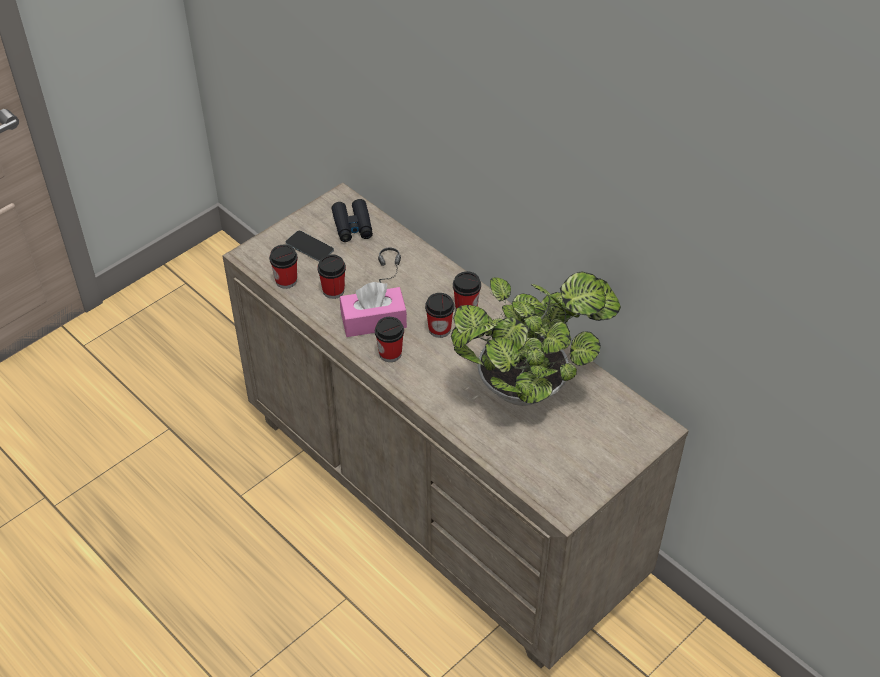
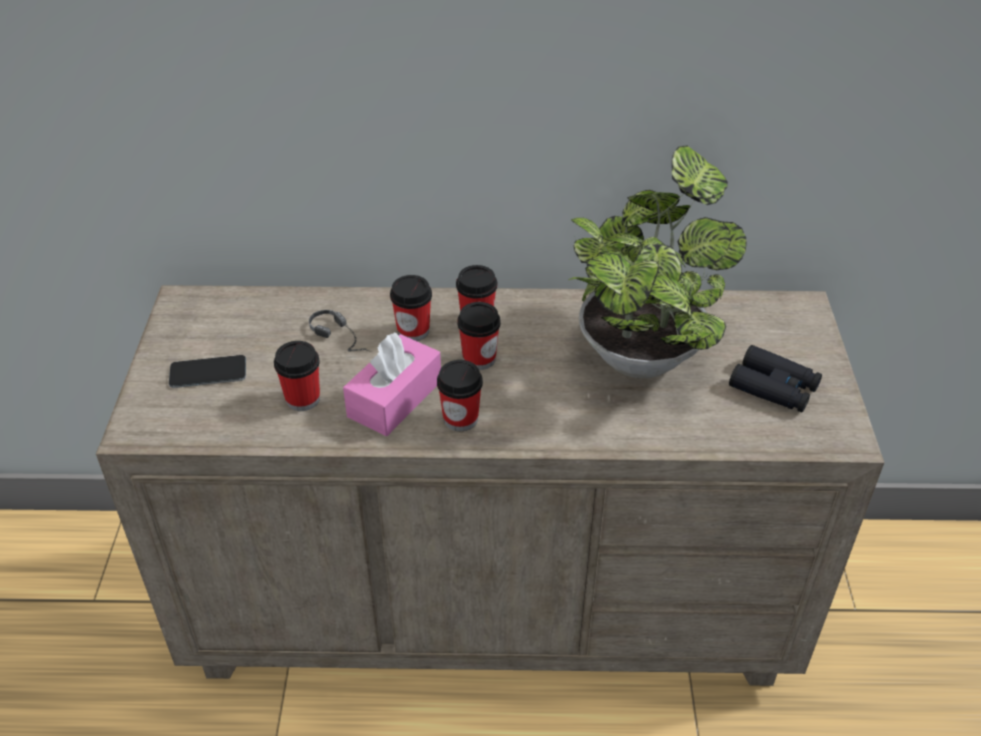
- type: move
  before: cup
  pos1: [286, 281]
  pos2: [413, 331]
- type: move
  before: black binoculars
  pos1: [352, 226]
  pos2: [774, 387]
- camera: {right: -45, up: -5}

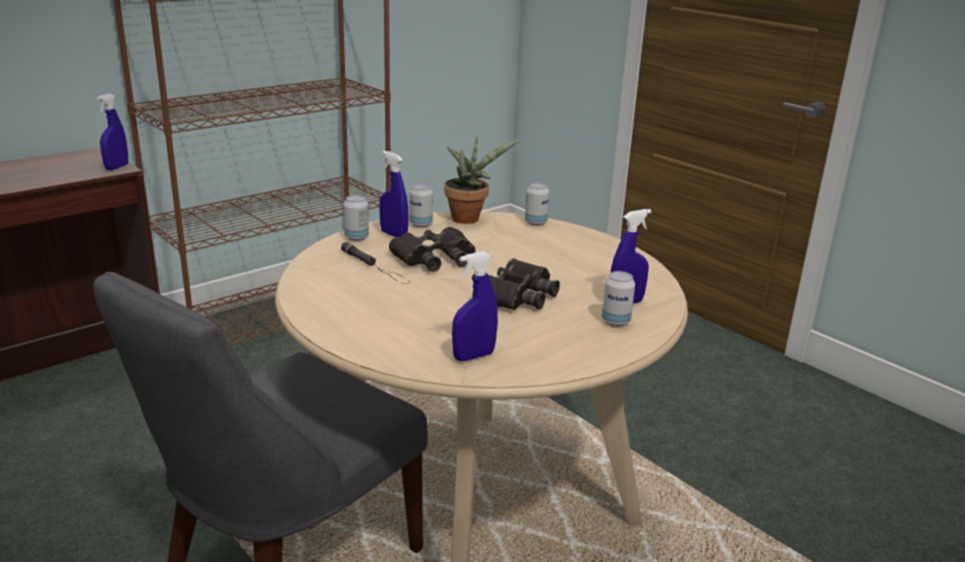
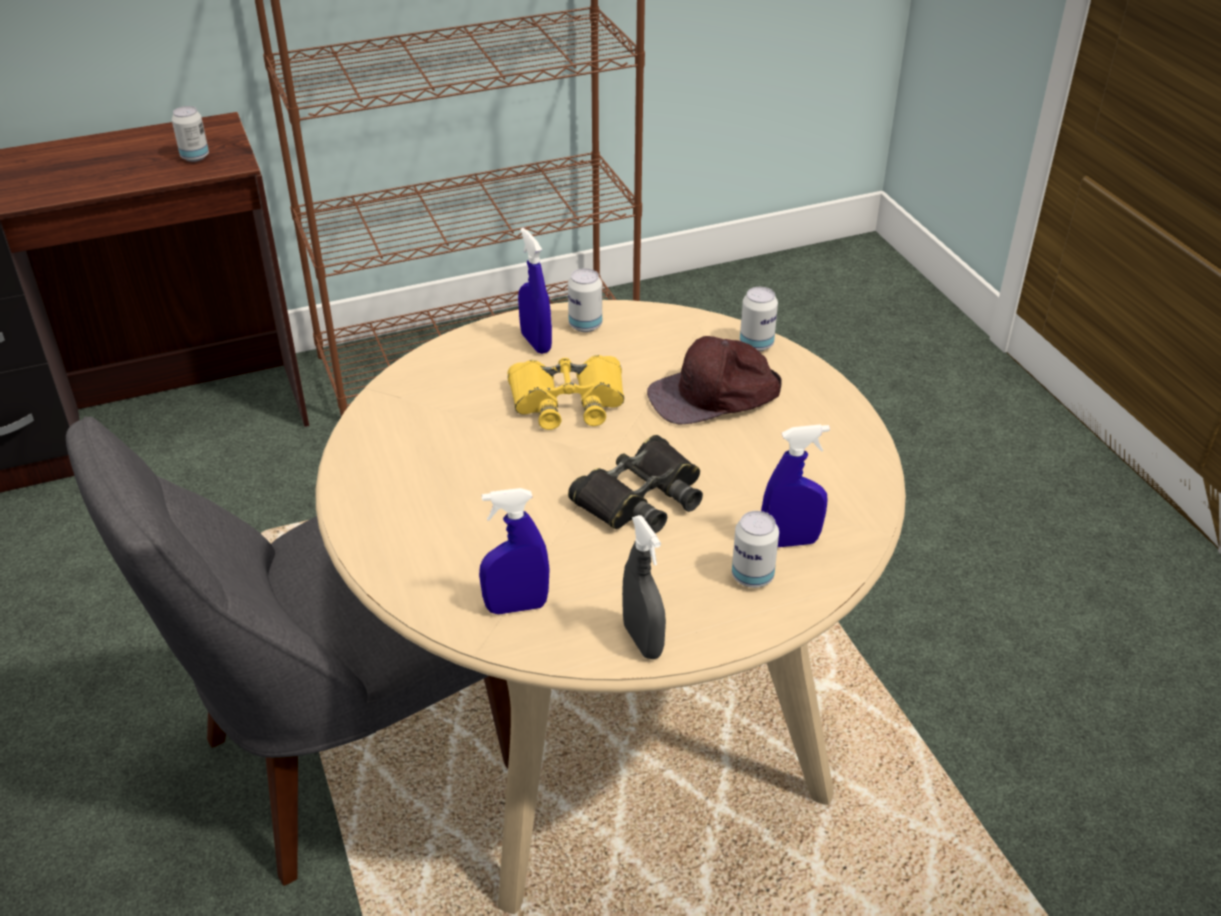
- type: delete
  before: blue spray bottle
  pos1: [117, 167]
- type: delete
  before: black flashlight
  pos1: [375, 266]
- type: move
  before: can
  pos1: [356, 237]
  pos2: [195, 157]
- type: recolor
  before: black binoculars
  after: yellow binoculars
  pos1: [435, 258]
  pos2: [567, 401]
- type: delete
  before: potted plant
  pos1: [469, 218]
- type: insert
  after: grey spray bottle
  pos2: [642, 640]
- type: insert
  after: brown cap
  pos2: [714, 396]
- camera: {right: 20, up: 15}

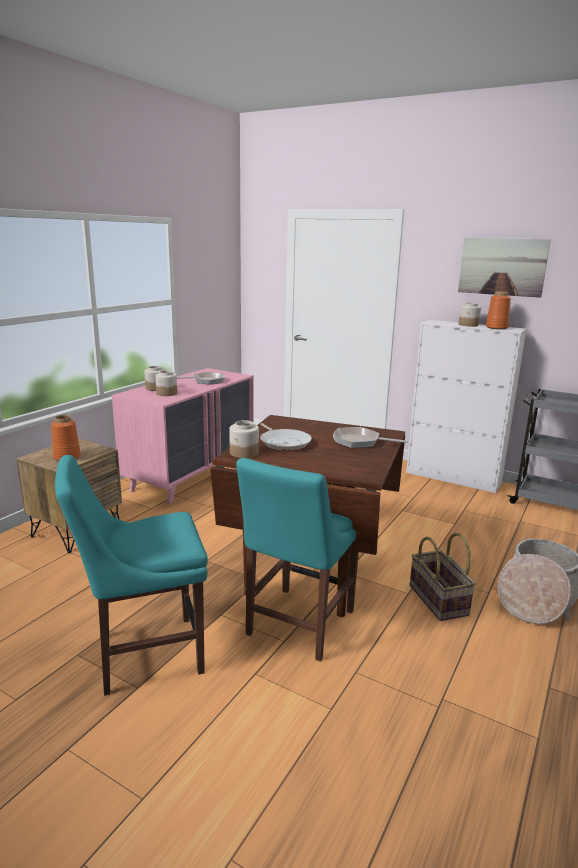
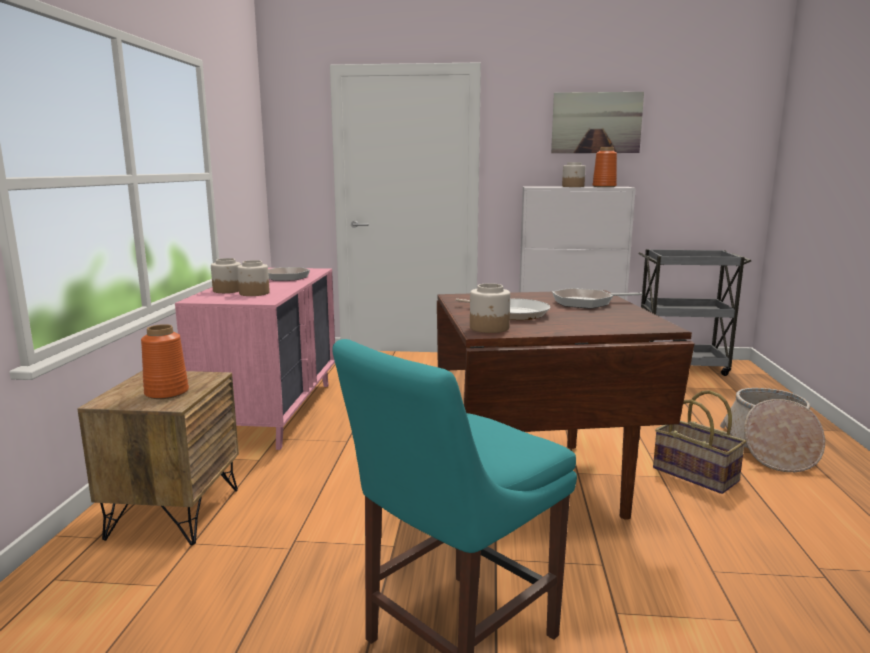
- type: delete
  before: turquoise chair
  pos1: [297, 625]
- camera: {right: -25, up: -5}

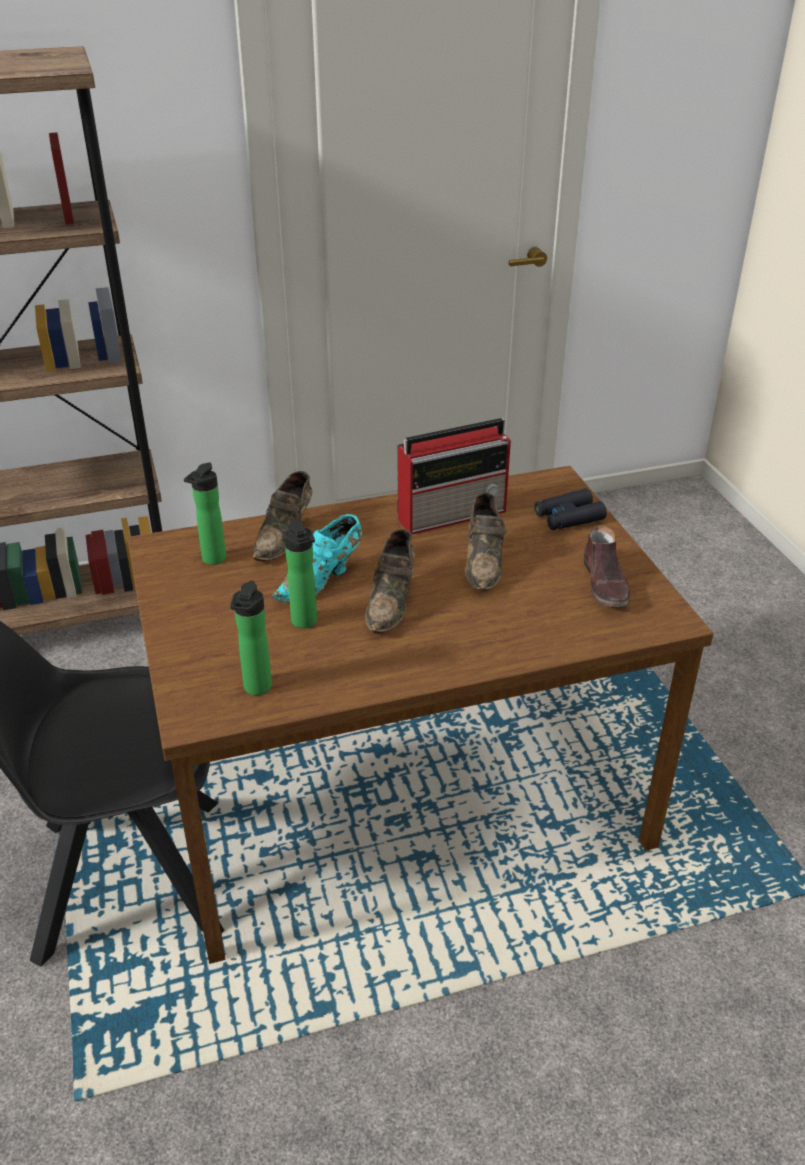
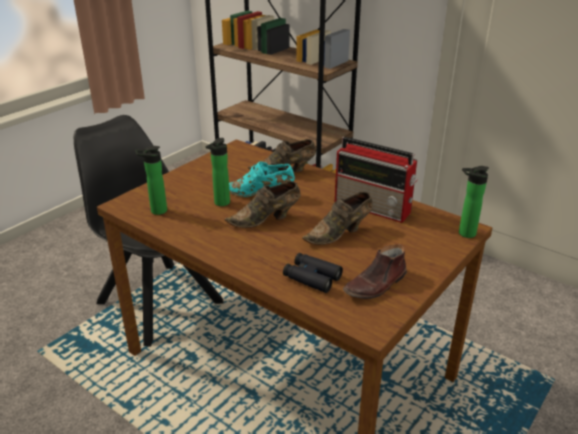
- type: move
  before: bottle
  pos1: [212, 560]
  pos2: [464, 233]
- type: move
  before: black binoculars
  pos1: [568, 517]
  pos2: [312, 277]
- camera: {right: 55, up: -5}

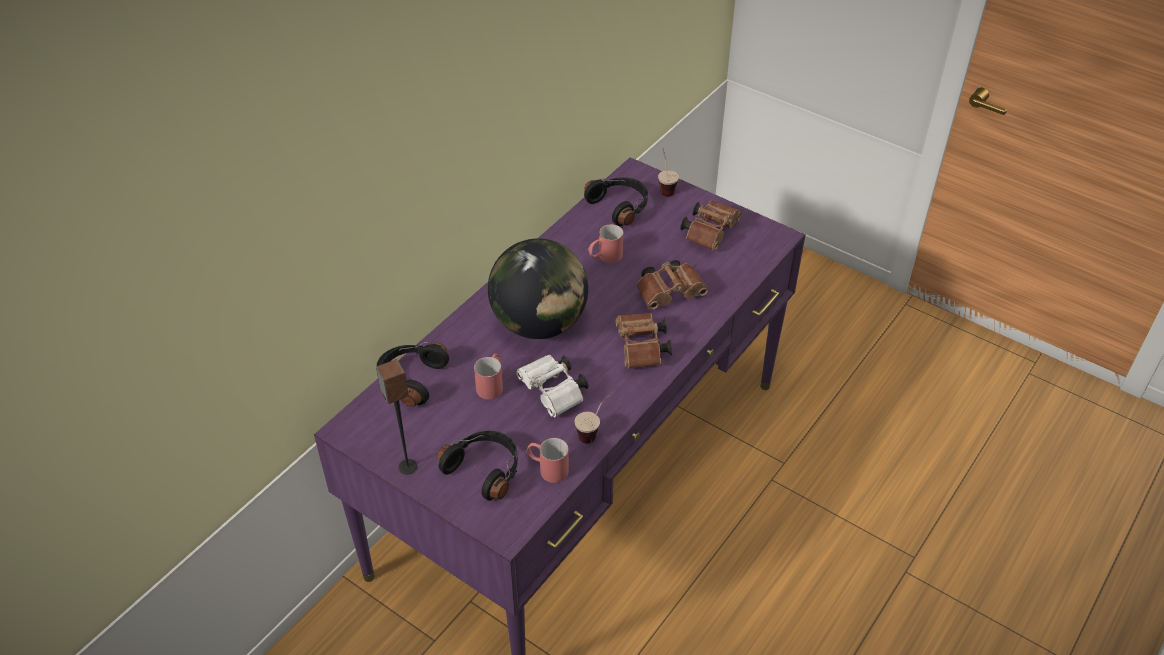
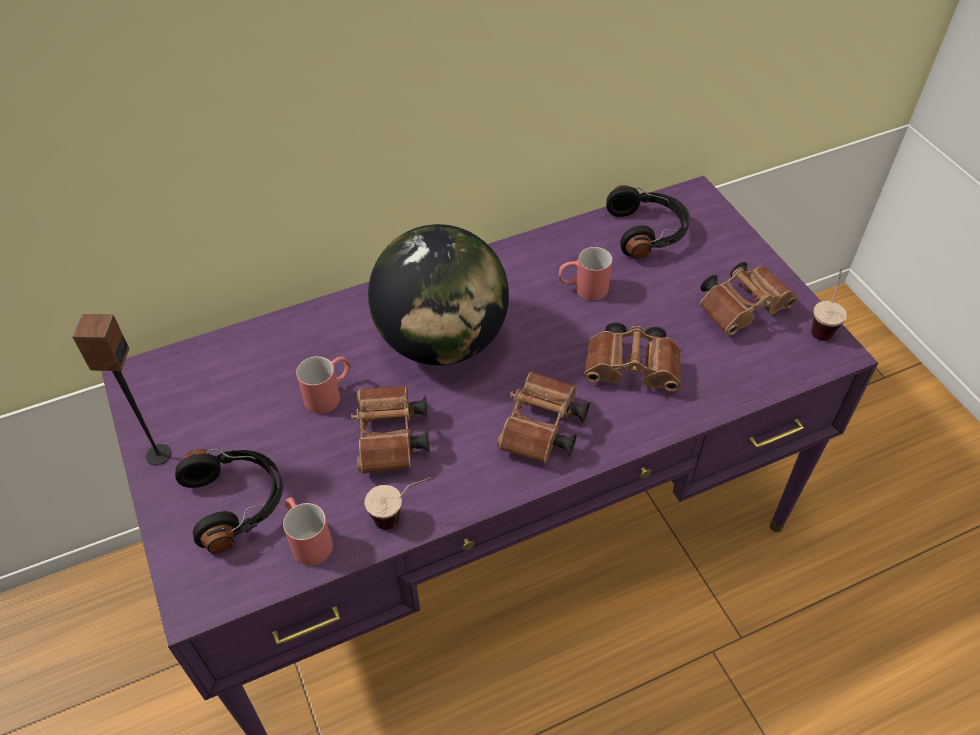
- type: delete
  before: black headphones
  pos1: [410, 379]
- type: recolor
  before: white binoculars
  after: brown binoculars
  pos1: [554, 393]
  pos2: [391, 440]
- type: move
  before: cup
  pos1: [665, 187]
  pos2: [823, 324]
- camera: {right: 30, up: 5}

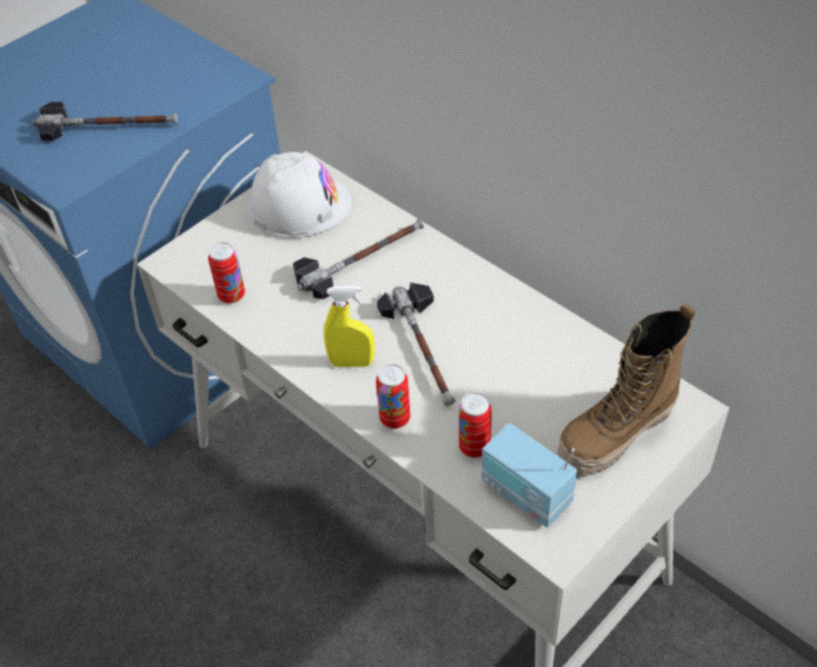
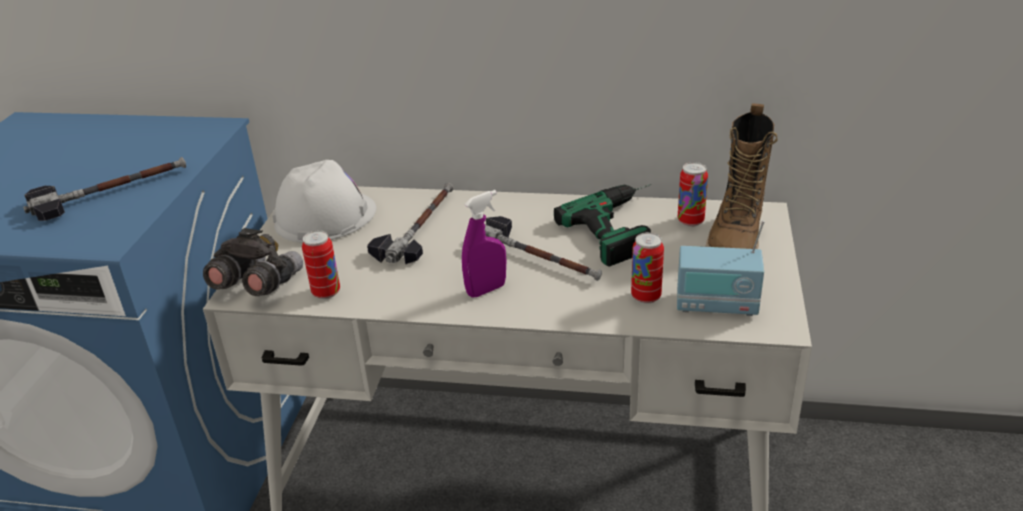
- type: recolor
  before: yellow spray bottle
  after: purple spray bottle
  pos1: [352, 362]
  pos2: [486, 290]
- type: move
  before: can
  pos1: [395, 418]
  pos2: [690, 221]
- type: insert
  after: grey binoculars
  pos2: [257, 286]
- type: insert
  after: power drill
  pos2: [625, 226]
- camera: {right: -35, up: -15}

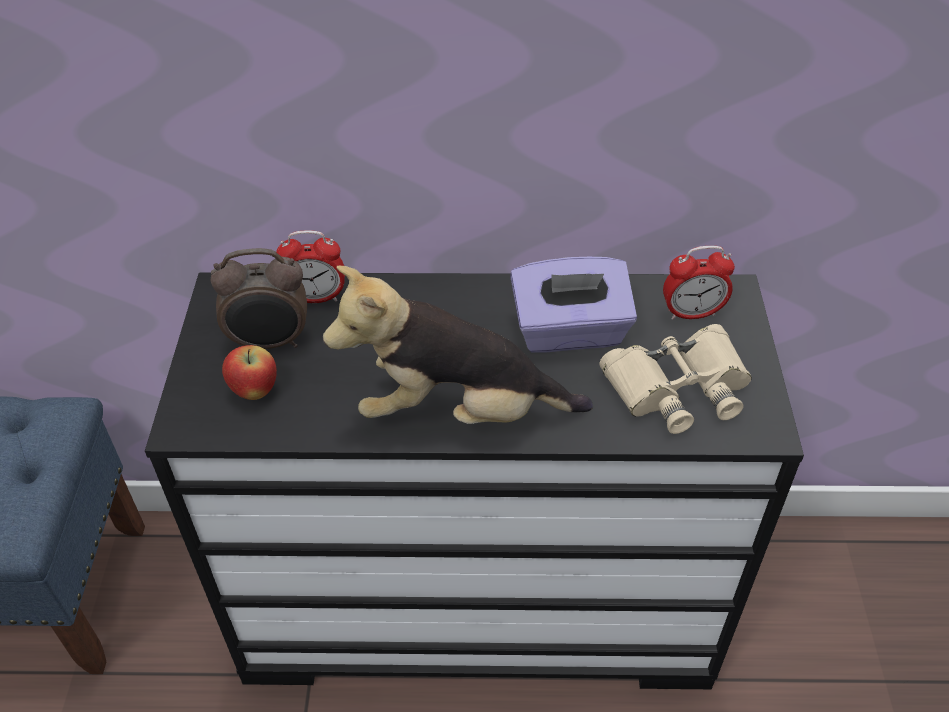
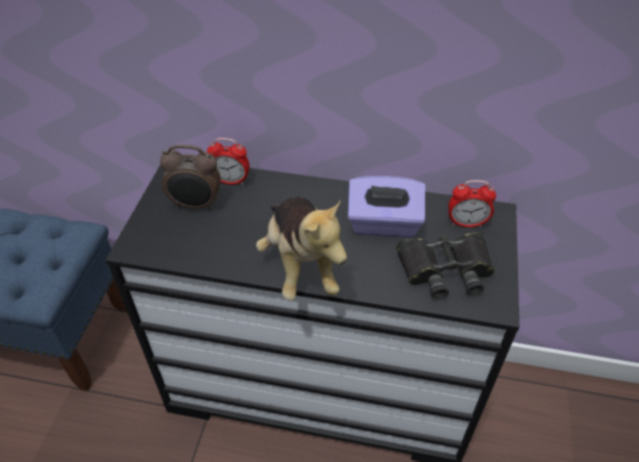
- type: delete
  before: apple
  pos1: [254, 391]
- type: rotate
  before: plush toy
  pos1: [458, 411]
  pos2: [300, 264]
  turn: -120
- type: recolor
  before: beige binoculars
  after: black binoculars
  pos1: [678, 387]
  pos2: [445, 270]
- camera: {right: 10, up: 0}

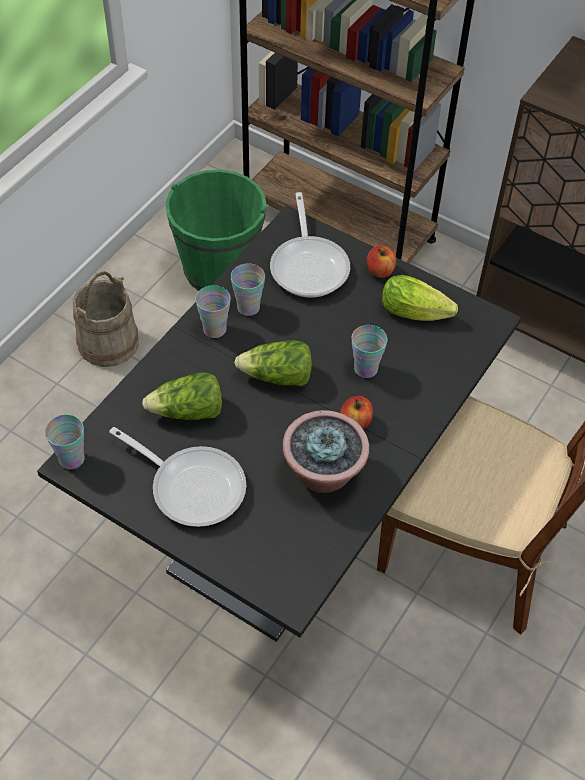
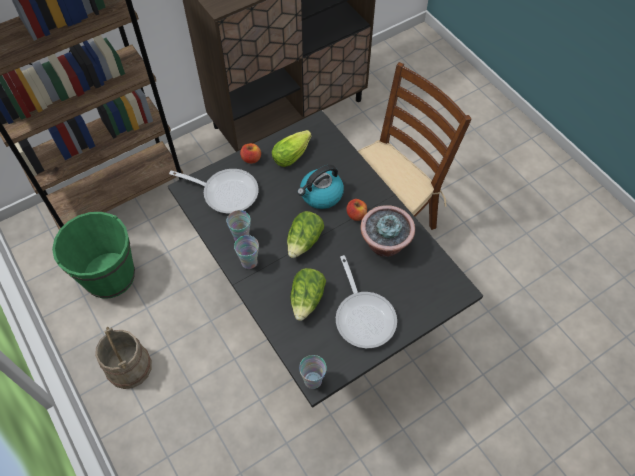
- type: rotate
  before: frying pan
  pos1: [192, 485]
  pos2: [364, 316]
  turn: 105
- type: replace
  before: cup
  after: kettle
  pos1: [365, 369]
  pos2: [321, 195]
- camera: {right: -65, up: 5}

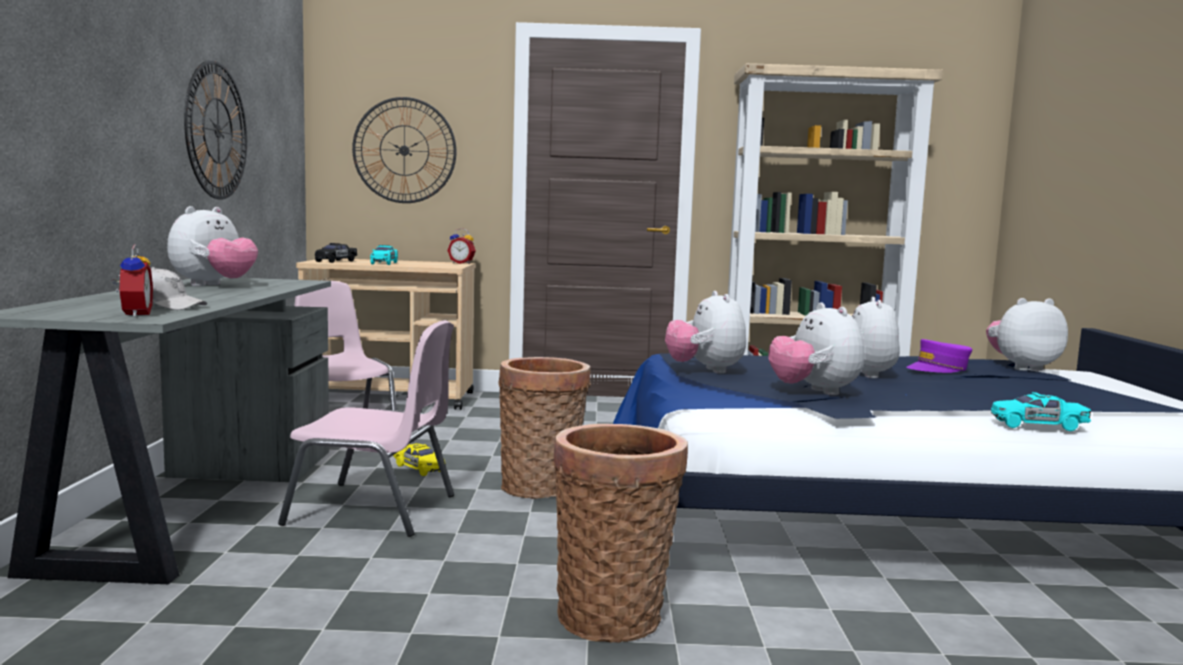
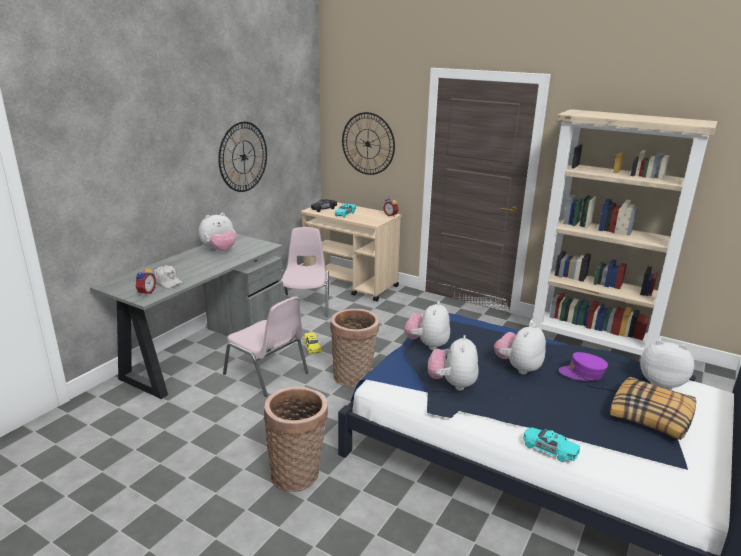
- type: insert
  after: pillow
  pos2: [651, 416]
- camera: {right: 30, up: 15}

